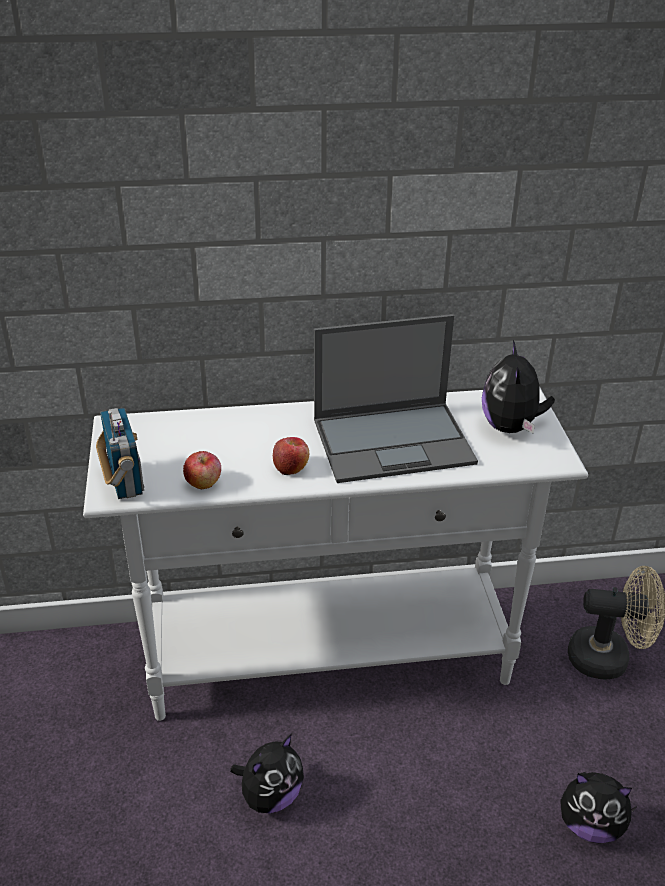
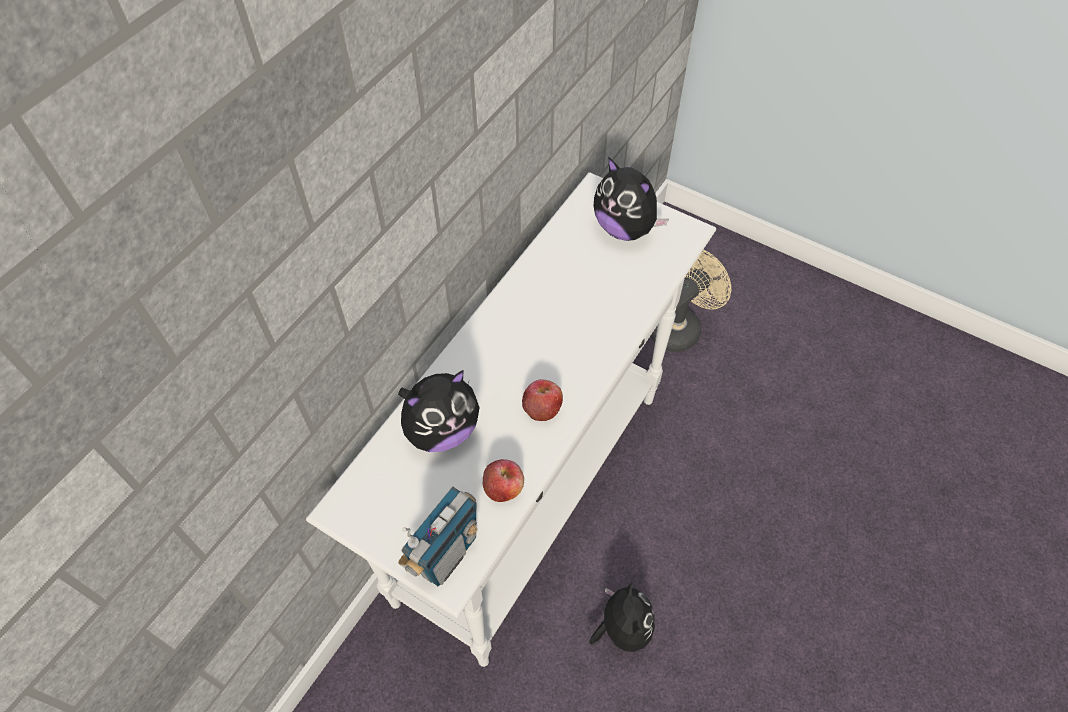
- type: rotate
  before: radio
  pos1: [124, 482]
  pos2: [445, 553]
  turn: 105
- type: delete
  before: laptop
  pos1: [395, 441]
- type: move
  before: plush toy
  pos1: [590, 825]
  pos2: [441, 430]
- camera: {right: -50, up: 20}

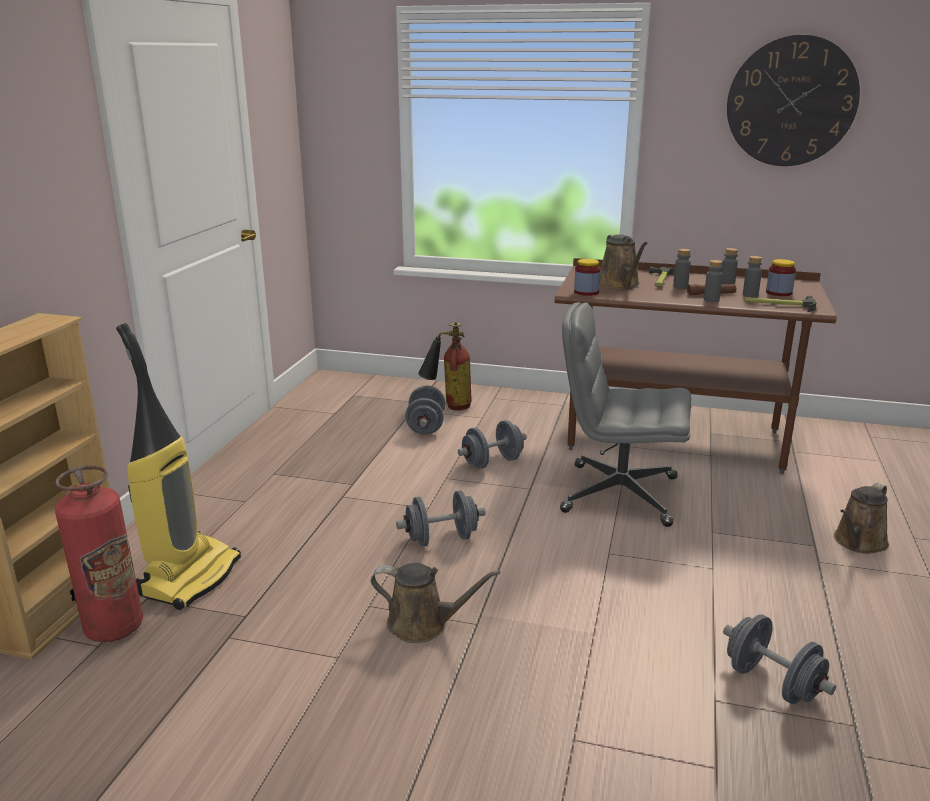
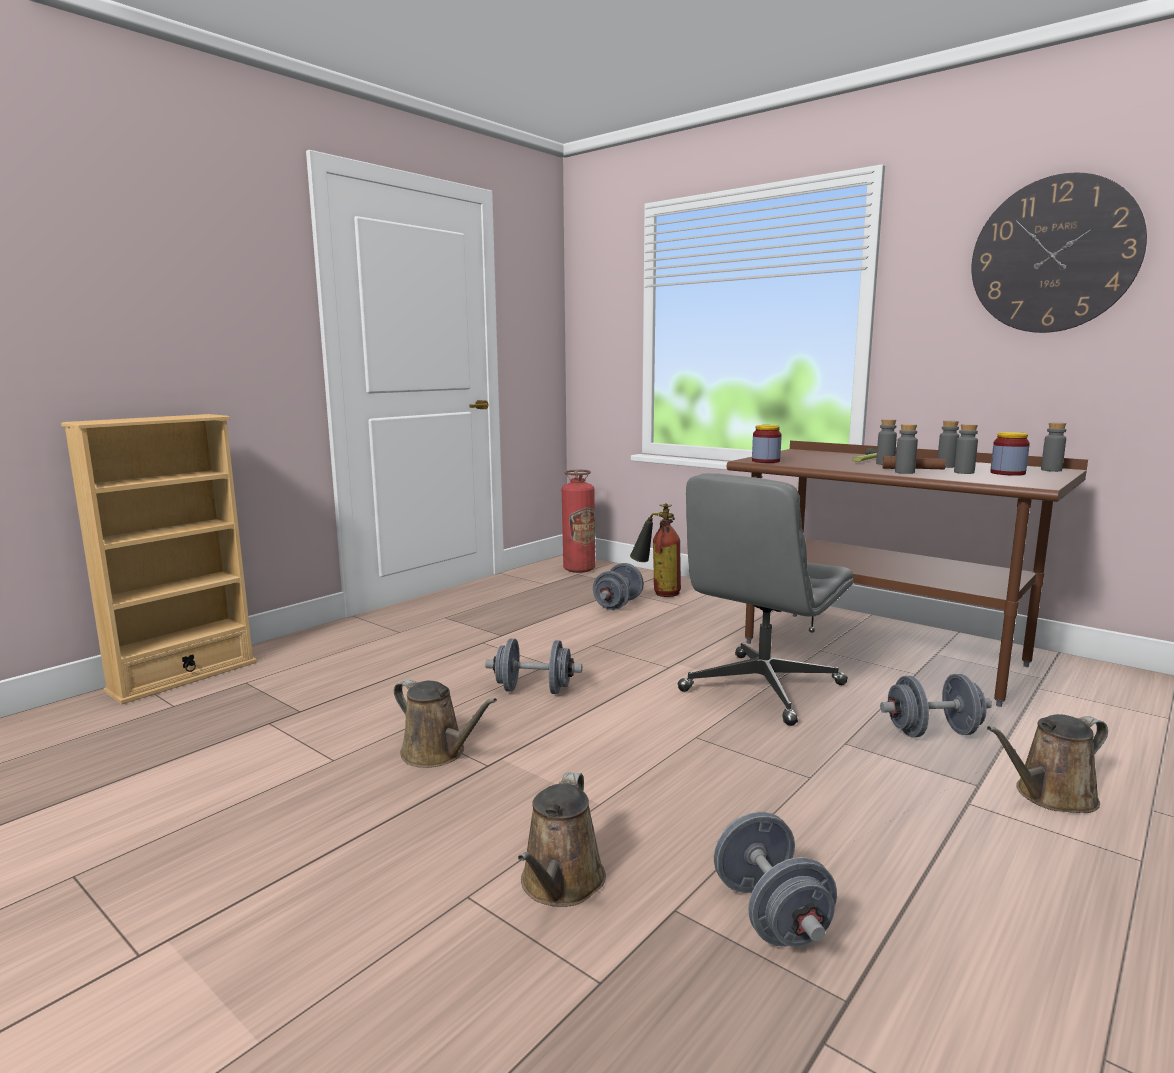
- type: move
  before: fire extinguisher
  pos1: [114, 627]
  pos2: [579, 569]
- type: delete
  before: vacuum cleaner
  pos1: [190, 577]
- type: move
  before: grey dumbbell
  pos1: [492, 462]
  pos2: [933, 732]
- type: rotate
  before: grey office chair
  pos1: [618, 494]
  pos2: [762, 688]
  turn: -90
- type: move
  before: brown watering can
  pos1: [620, 285]
  pos2: [560, 884]
- type: delete
  before: hammer
  pos1: [779, 305]
- type: insert
  after: grey bottle
  pos2: [1051, 470]
- camera: {right: 25, up: -10}

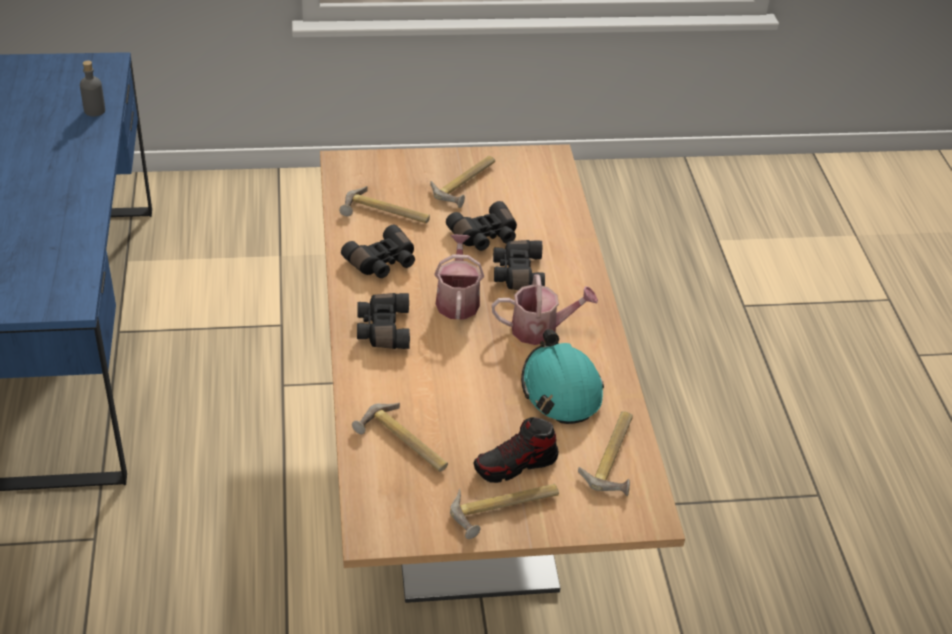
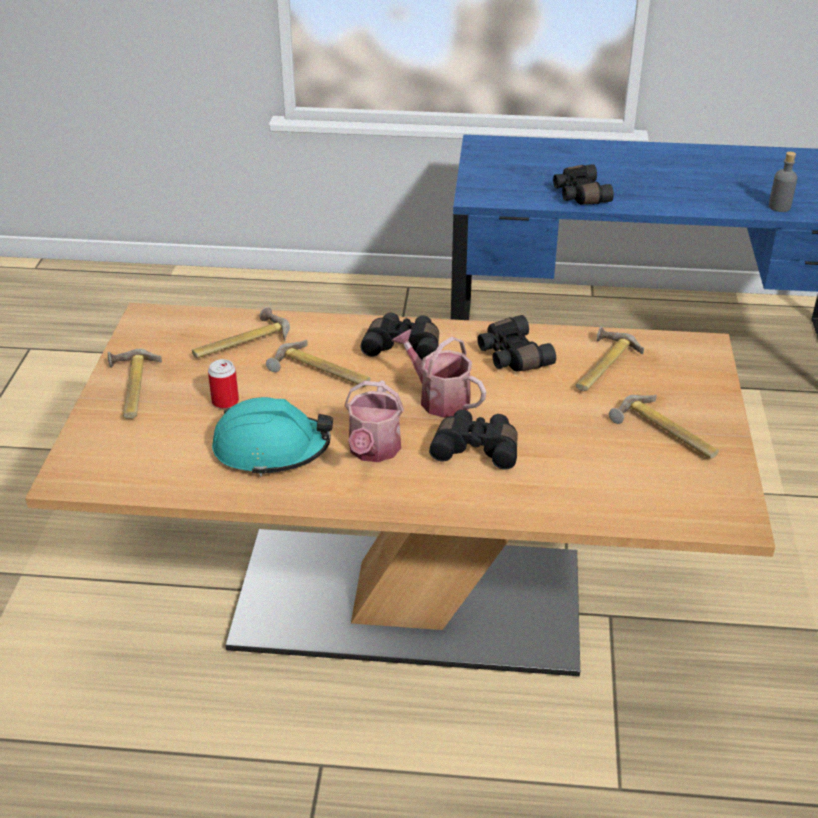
- type: rotate
  before: watering can
  pos1: [457, 299]
  pos2: [439, 398]
  turn: -150
- type: move
  before: black binoculars
  pos1: [485, 236]
  pos2: [579, 195]
- type: delete
  before: shoe
  pos1: [515, 464]
- type: move
  before: hammer
  pos1: [616, 457]
  pos2: [320, 373]
- type: insert
  after: can
  pos2: [225, 401]
- camera: {right: 105, up: -5}

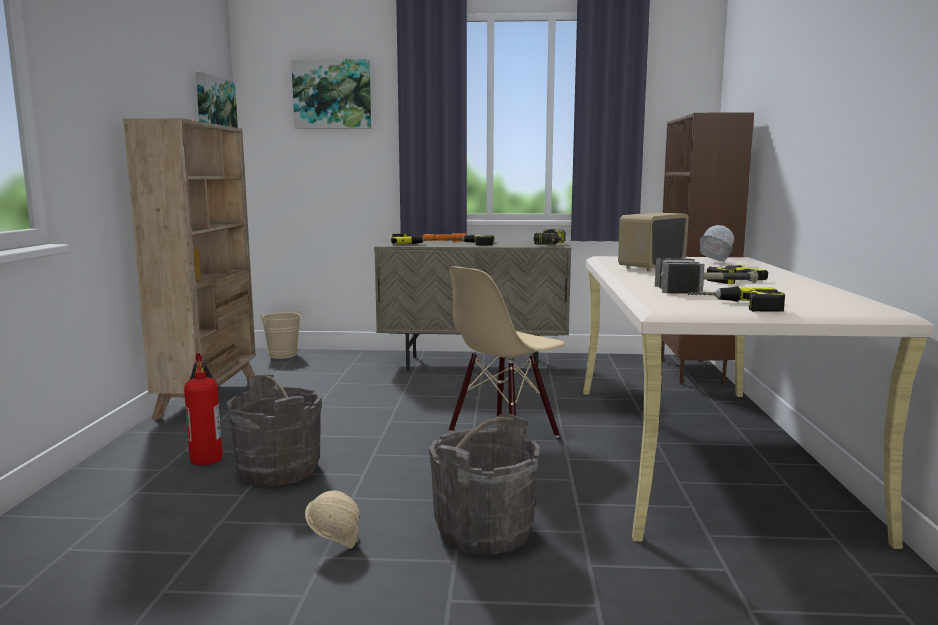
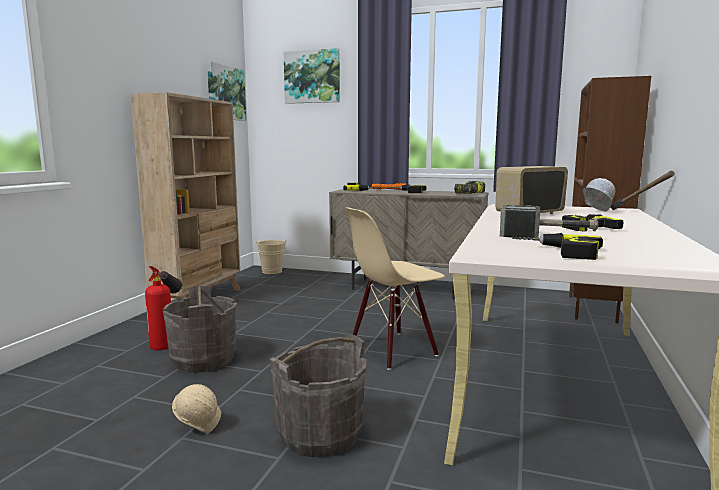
- type: insert
  after: hammer
  pos2: [638, 213]
- camera: {right: 15, up: 0}

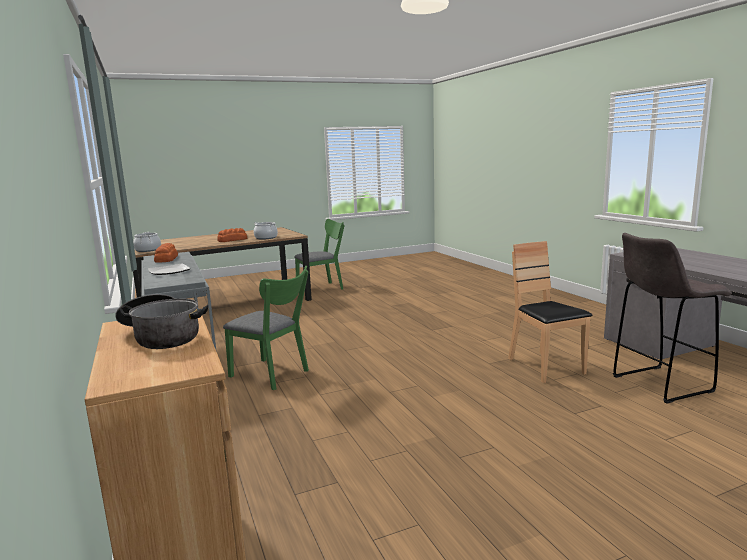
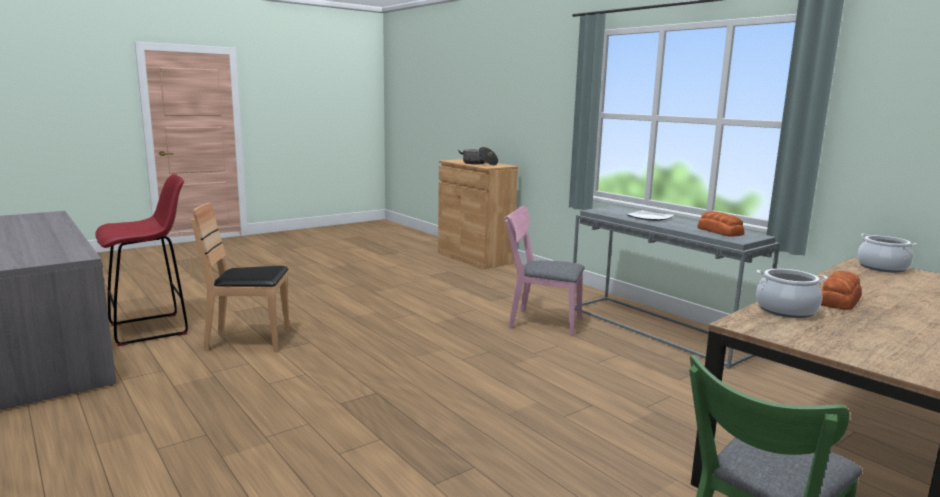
- type: recolor
  before: green chair
  after: pink chair
  pos1: [273, 375]
  pos2: [539, 321]
- type: rotate
  before: brown chair
  pos1: [545, 367]
  pos2: [249, 341]
  turn: 120
- type: recolor
  before: grey stool
  after: red stool
  pos1: [659, 384]
  pos2: [152, 329]
- camera: {right: 165, up: 0}

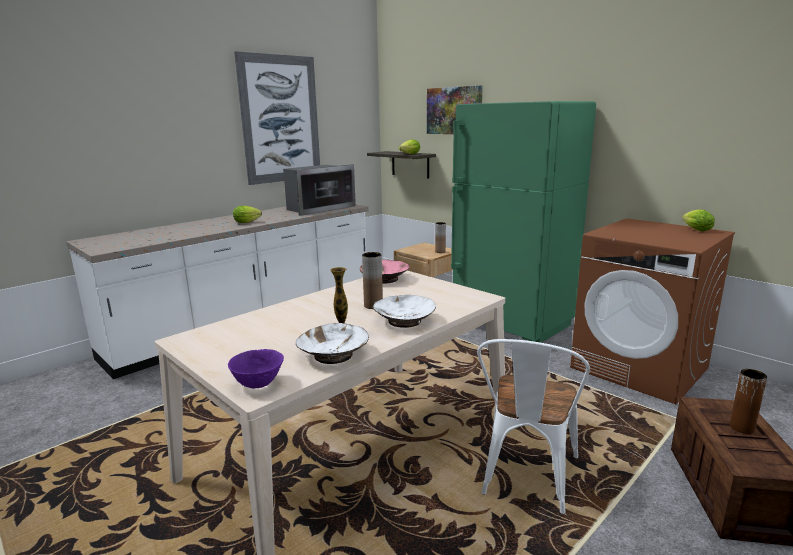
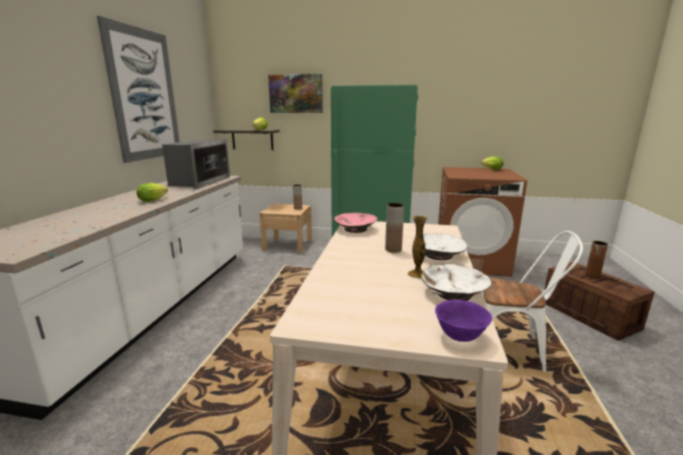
- type: rotate
  before: white chair
  pos1: [526, 480]
  pos2: [512, 350]
  turn: -60
- camera: {right: -35, up: 0}

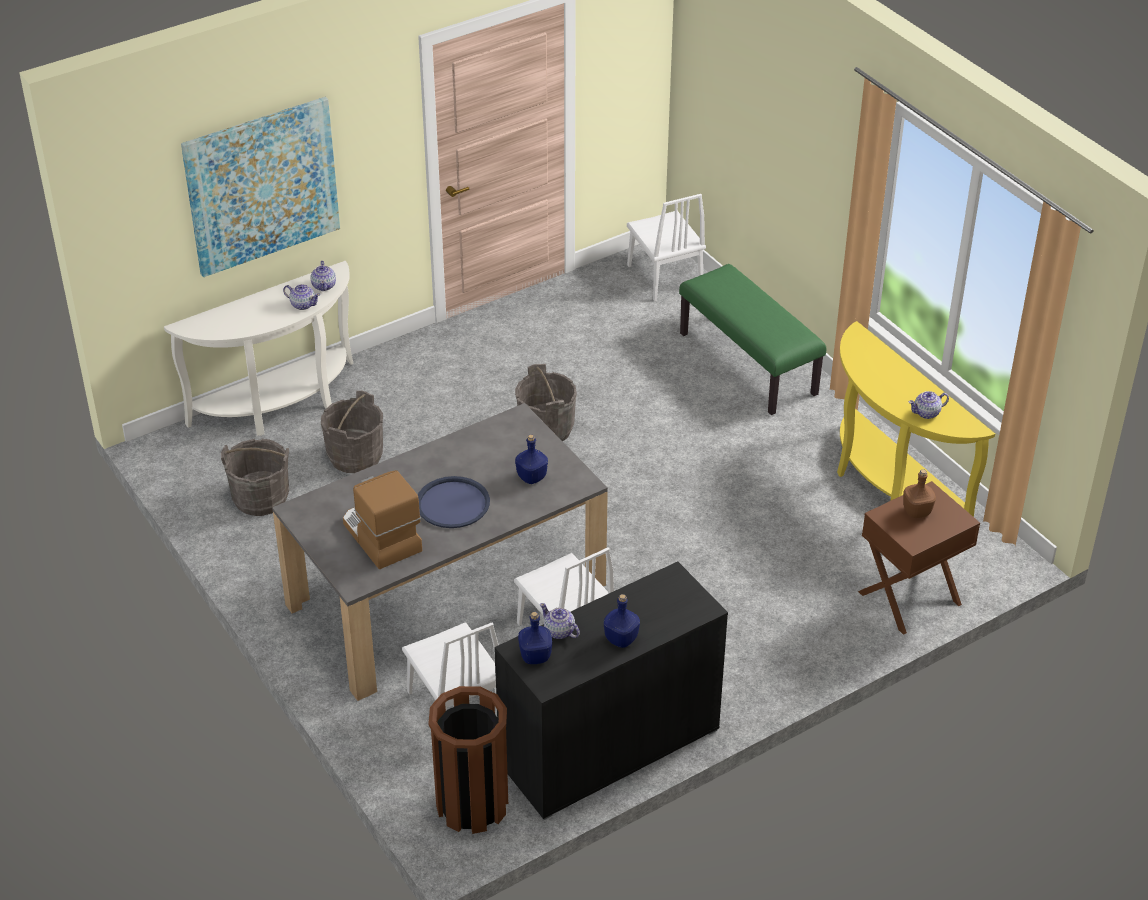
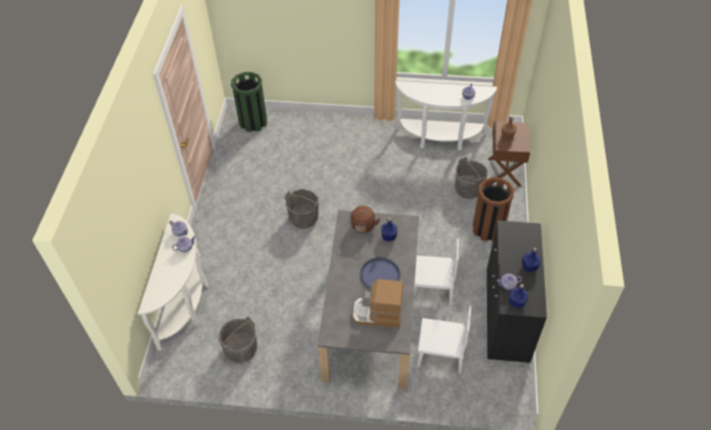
- type: delete
  before: picture
  pos1: [262, 186]
- type: move
  before: grey bucket
  pos1: [355, 456]
  pos2: [468, 188]
- type: move
  before: brown trash can
  pos1: [472, 804]
  pos2: [488, 229]
- type: replace
  before: white chair
  after: green trash can
  pos1: [664, 276]
  pos2: [253, 122]
- type: delete
  before: green bench
  pos1: [749, 364]
- type: recolor
  before: yellow console table
  after: white console table
  pos1: [887, 485]
  pos2: [440, 138]
- type: insert
  after: brown kettle
  pos2: [363, 227]
- camera: {right: -50, up: 10}

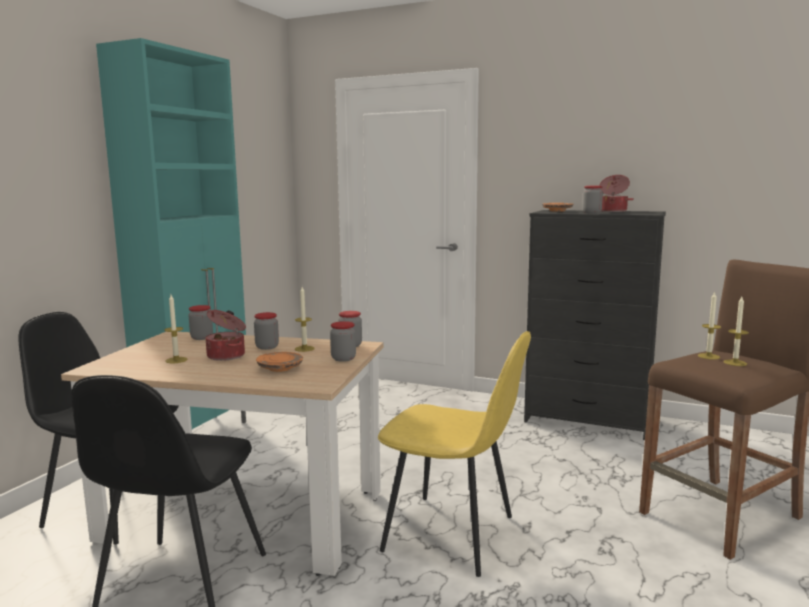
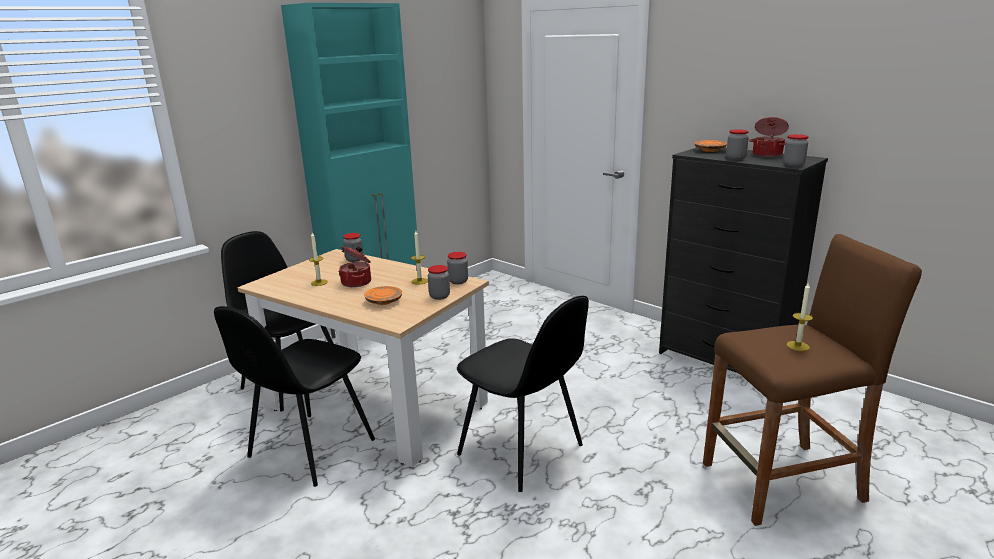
- type: move
  before: jar
  pos1: [267, 347]
  pos2: [793, 165]
- type: recolor
  before: yellow chair
  after: black chair
  pos1: [452, 534]
  pos2: [522, 451]
- type: delete
  before: candle
  pos1: [708, 356]
- camera: {right: 20, up: 10}

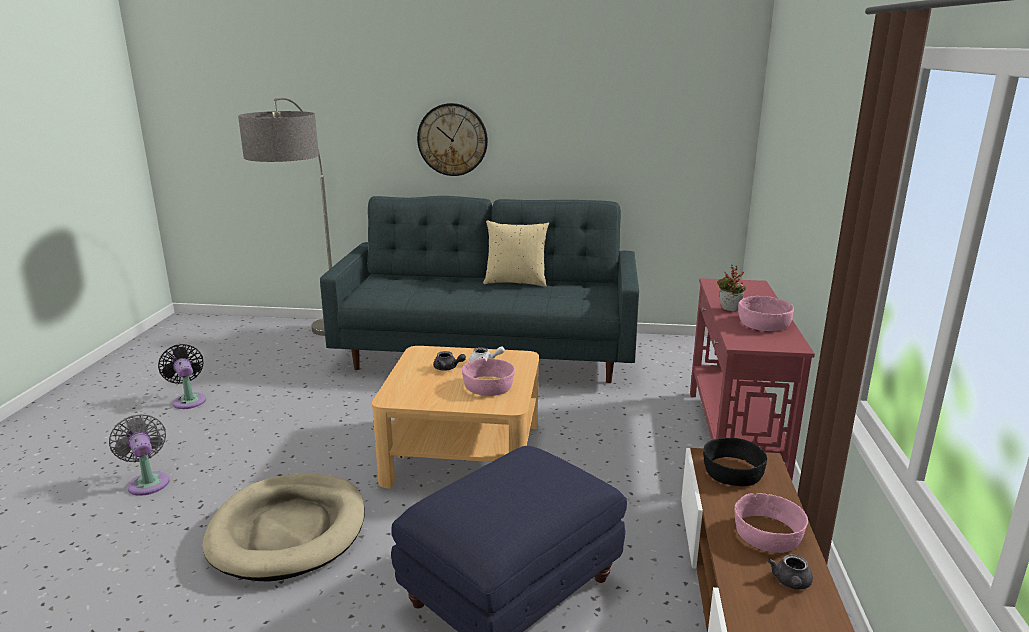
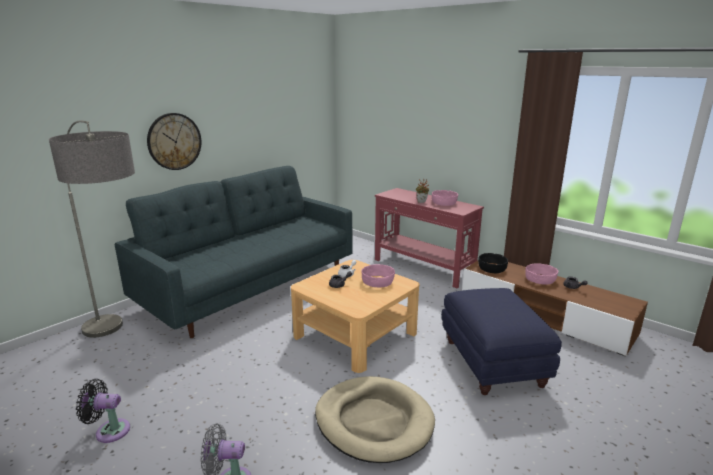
- type: delete
  before: beige pillow
  pos1: [516, 282]
- camera: {right: -55, up: 0}

